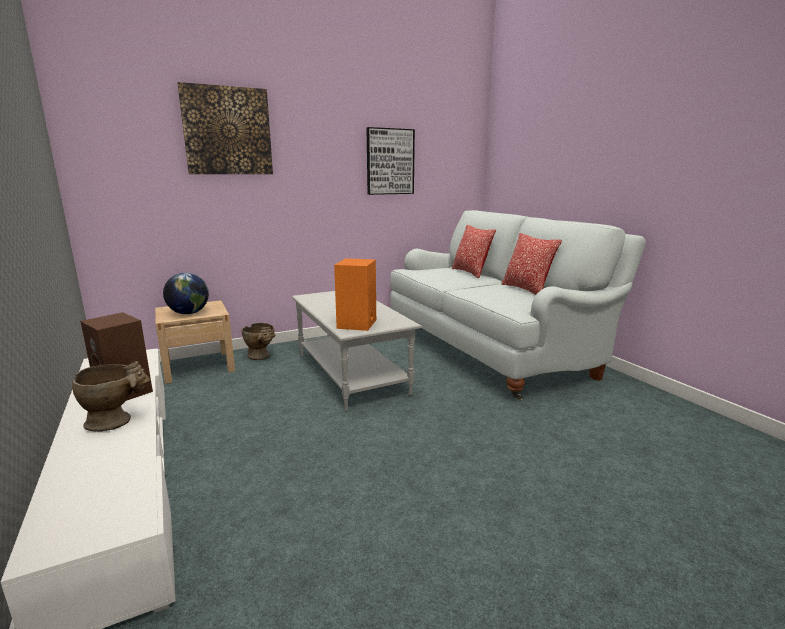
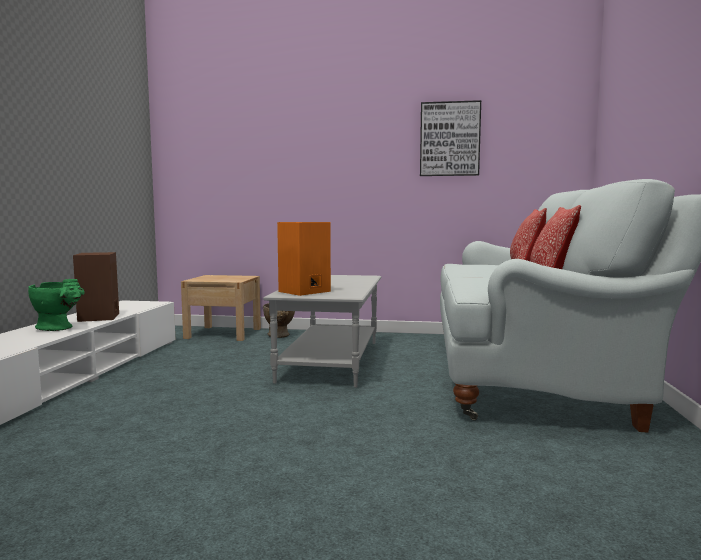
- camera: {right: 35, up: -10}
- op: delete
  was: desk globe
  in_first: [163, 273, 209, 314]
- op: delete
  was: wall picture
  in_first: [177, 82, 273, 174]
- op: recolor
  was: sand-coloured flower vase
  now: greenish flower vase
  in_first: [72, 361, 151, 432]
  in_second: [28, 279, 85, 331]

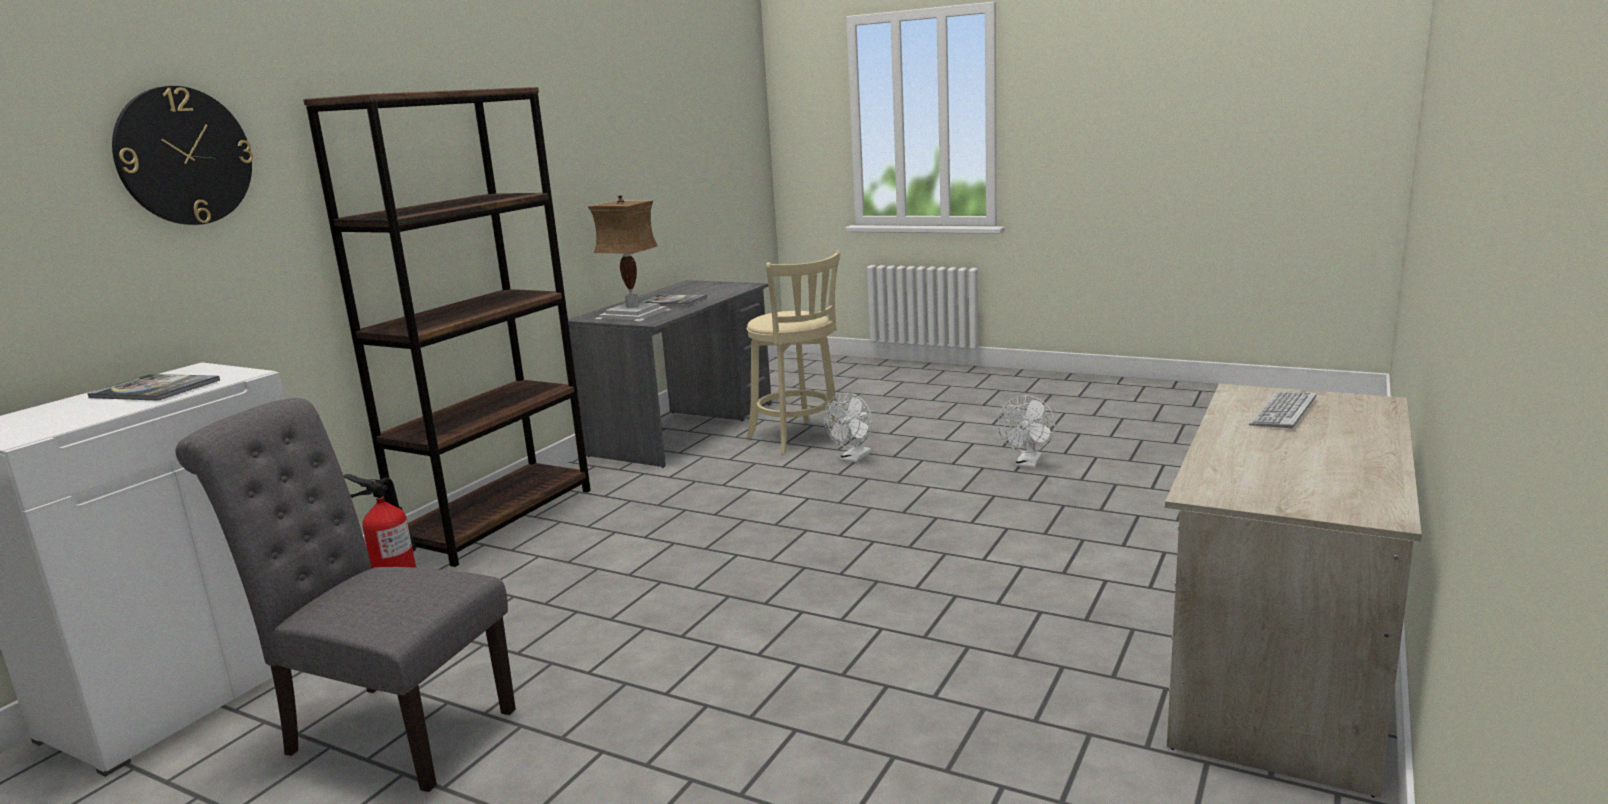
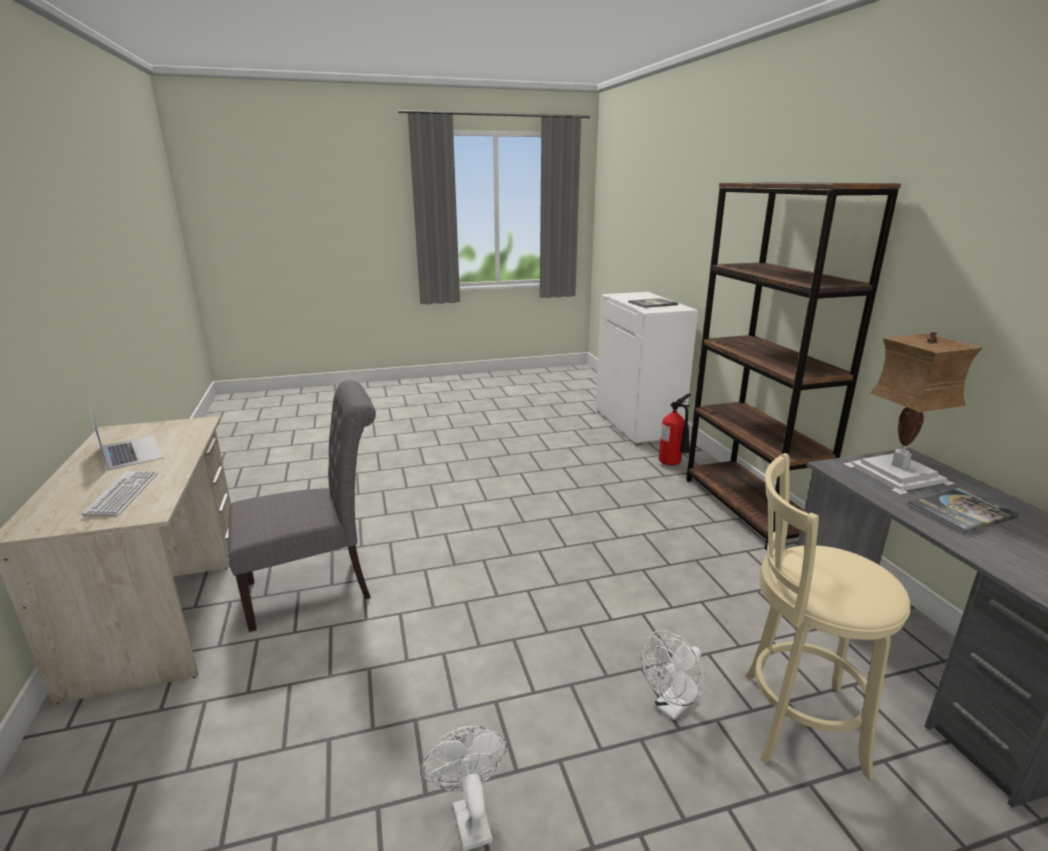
- camera: {right: 135, up: 5}
- op: delete
  was: clock on the wall
  in_first: [112, 86, 253, 225]
- op: insert
  now: notebook computer
  in_second: [90, 406, 164, 471]
- op: move
  was: grey chair
  in_first: [175, 398, 516, 792]
  in_second: [228, 380, 376, 632]
- op: rotate
  was: white-coloured fan
  in_first: [824, 393, 872, 463]
  in_second: [640, 631, 705, 720]
  clockwise: -120

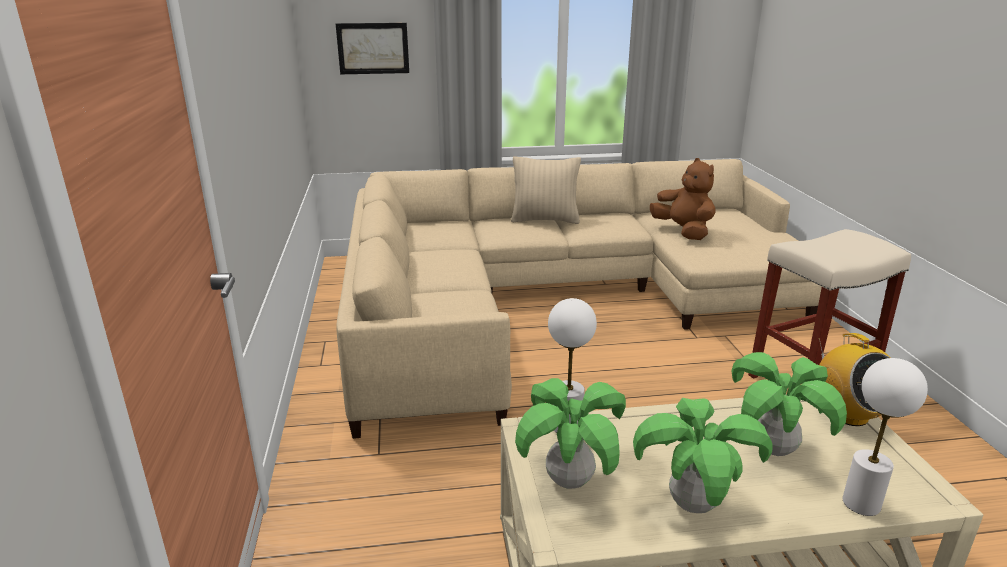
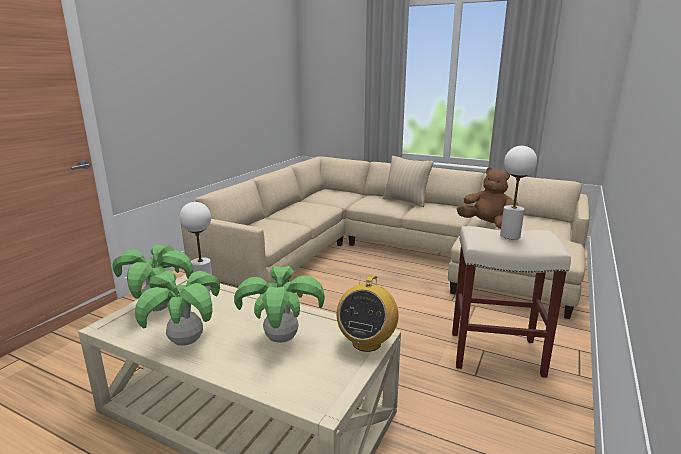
- camera: {right: 35, up: -5}
- op: delete
  was: wall picture
  in_first: [336, 23, 409, 74]
- op: move
  was: white-coloured table lamp
  in_first: [843, 358, 928, 516]
  in_second: [500, 146, 537, 239]
- op: rotate
  was: brownish plush toy
  in_first: [650, 158, 716, 240]
  in_second: [457, 167, 518, 229]
  clockwise: -60

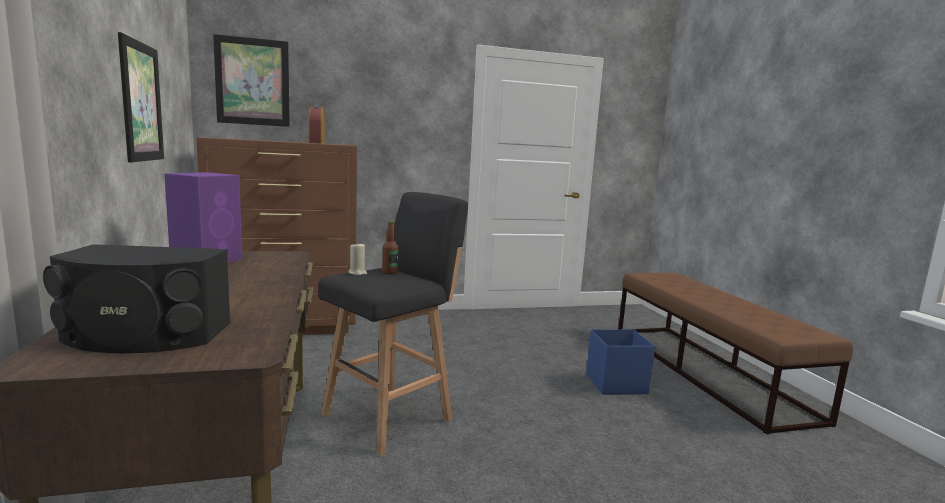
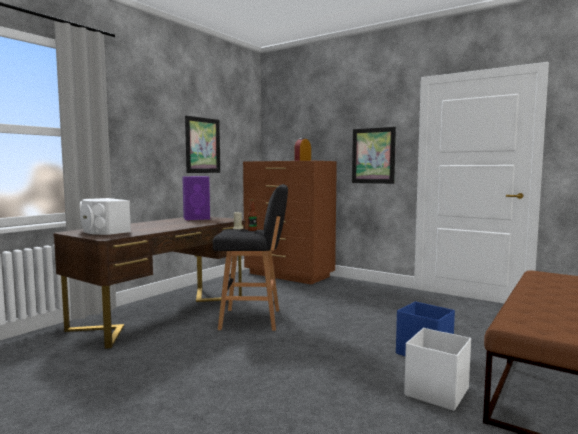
- camera: {right: 50, up: -5}
- op: insert
  now: white-coloured storage container
  in_second: [404, 328, 471, 411]
- op: move
  was: wall picture
  in_first: [213, 34, 290, 127]
  in_second: [352, 127, 396, 184]
- op: recolor
  was: blackish audio speaker
  now: white-coloured audio speaker
  in_first: [43, 244, 231, 353]
  in_second: [80, 198, 131, 235]

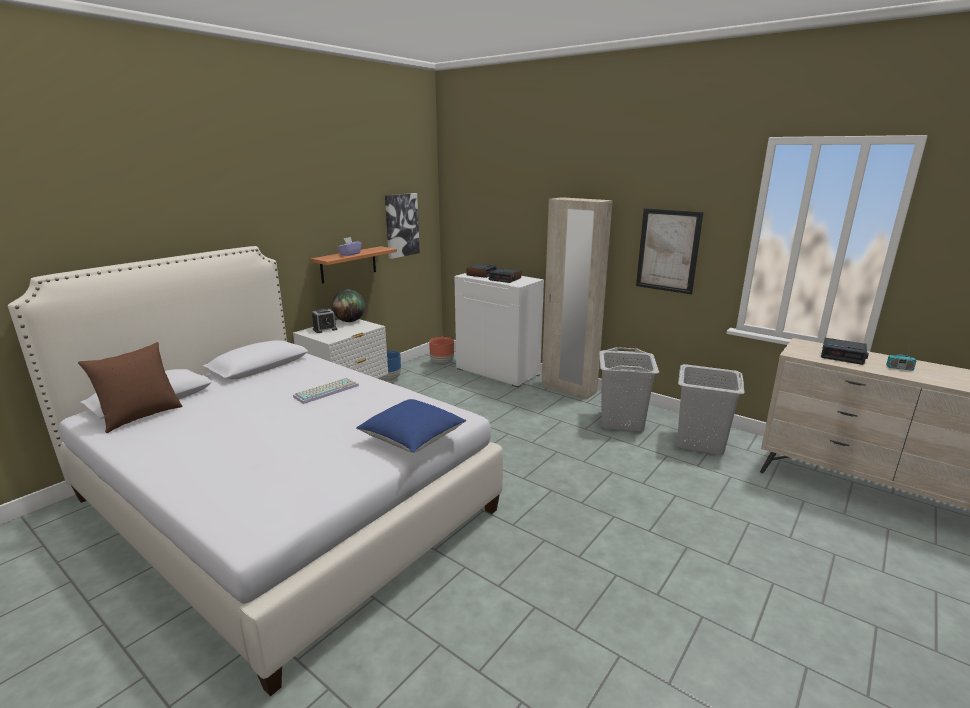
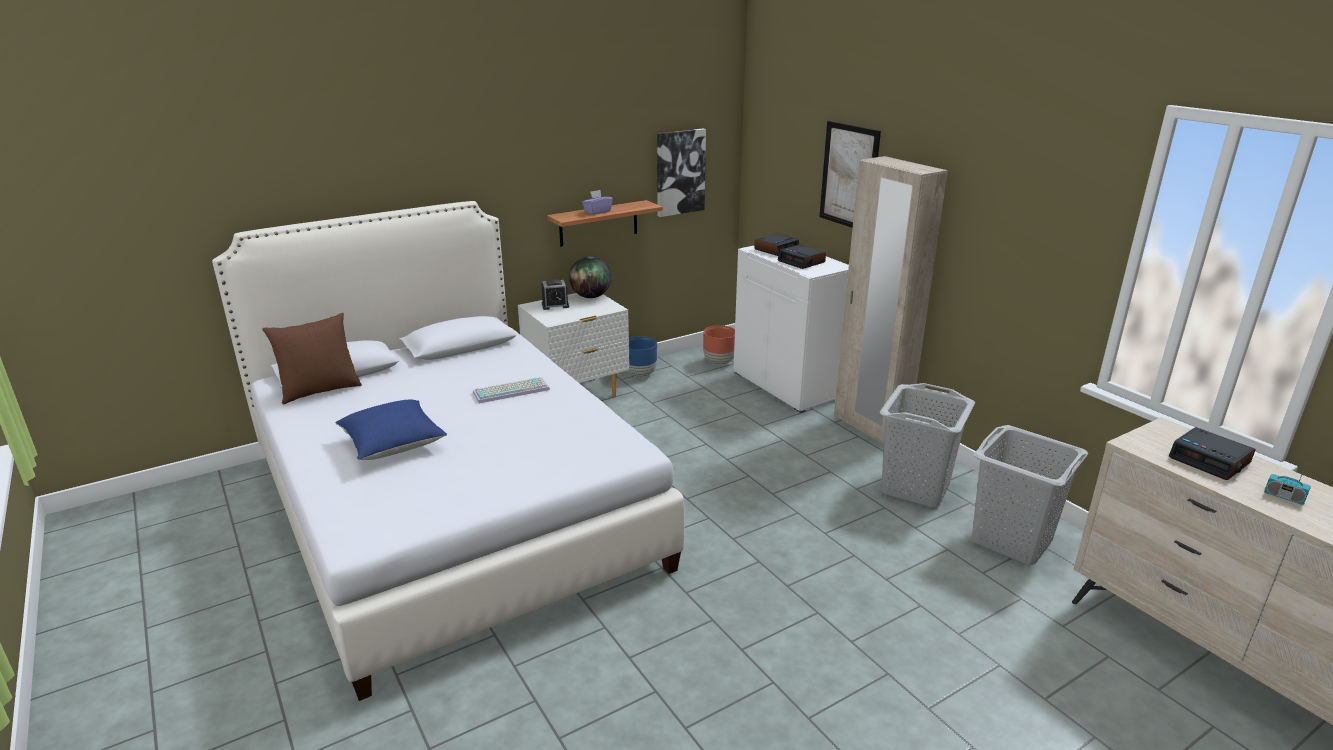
- camera: {right: 20, up: 5}
- op: move
  was: bluish throw pillow
  in_first: [356, 399, 466, 453]
  in_second: [336, 400, 447, 460]
- op: move
  was: wall picture
  in_first: [636, 208, 704, 294]
  in_second: [819, 121, 881, 228]

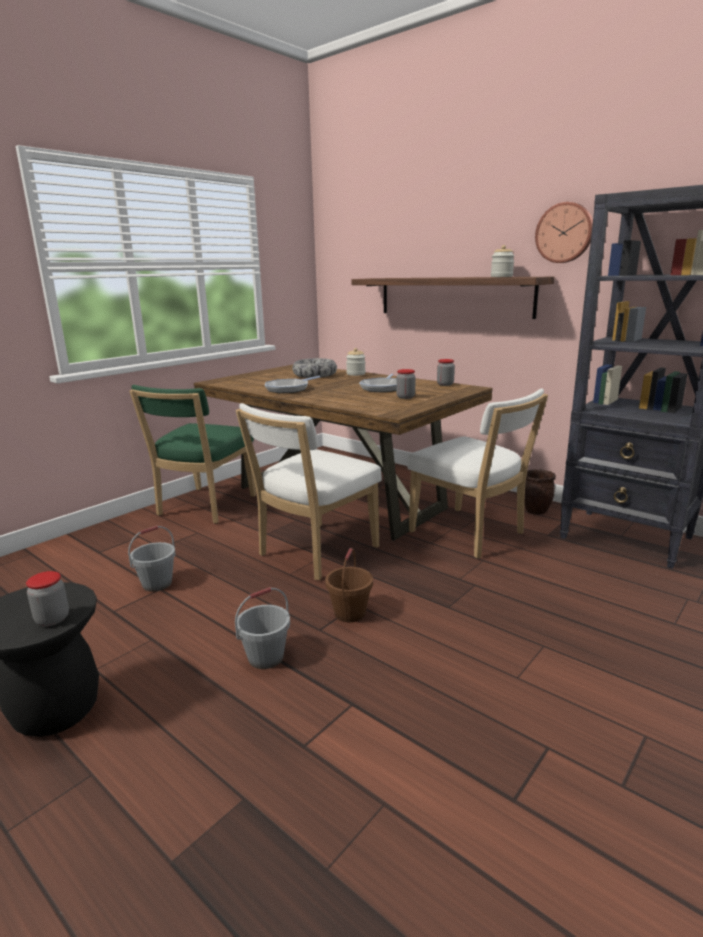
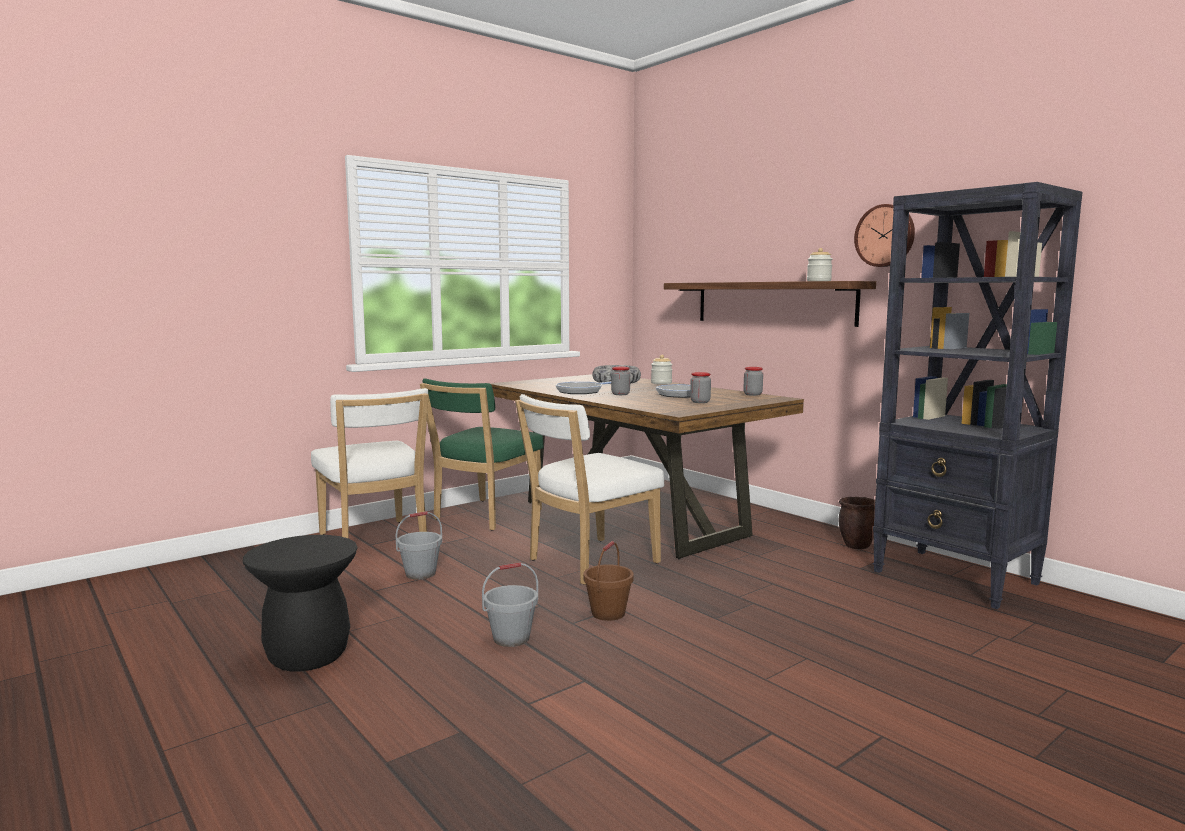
- camera: {right: 10, up: -10}
- op: move
  was: preserve jar
  in_first: [26, 571, 69, 626]
  in_second: [611, 367, 630, 395]
- op: move
  was: white-coloured chair
  in_first: [407, 389, 548, 558]
  in_second: [311, 388, 429, 539]

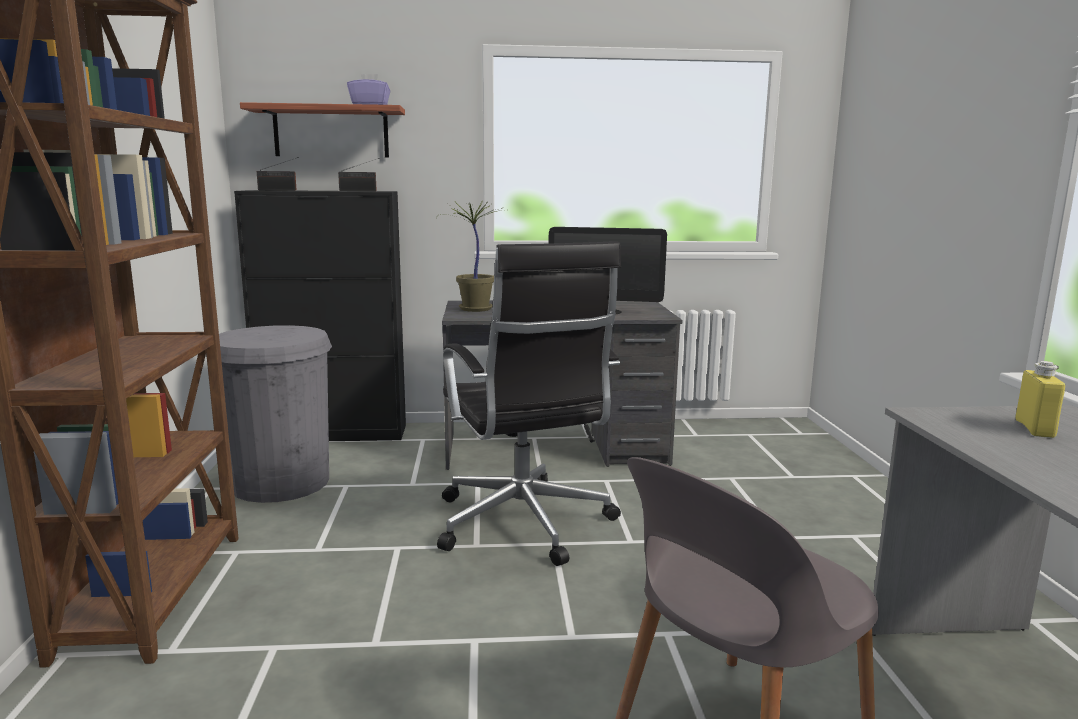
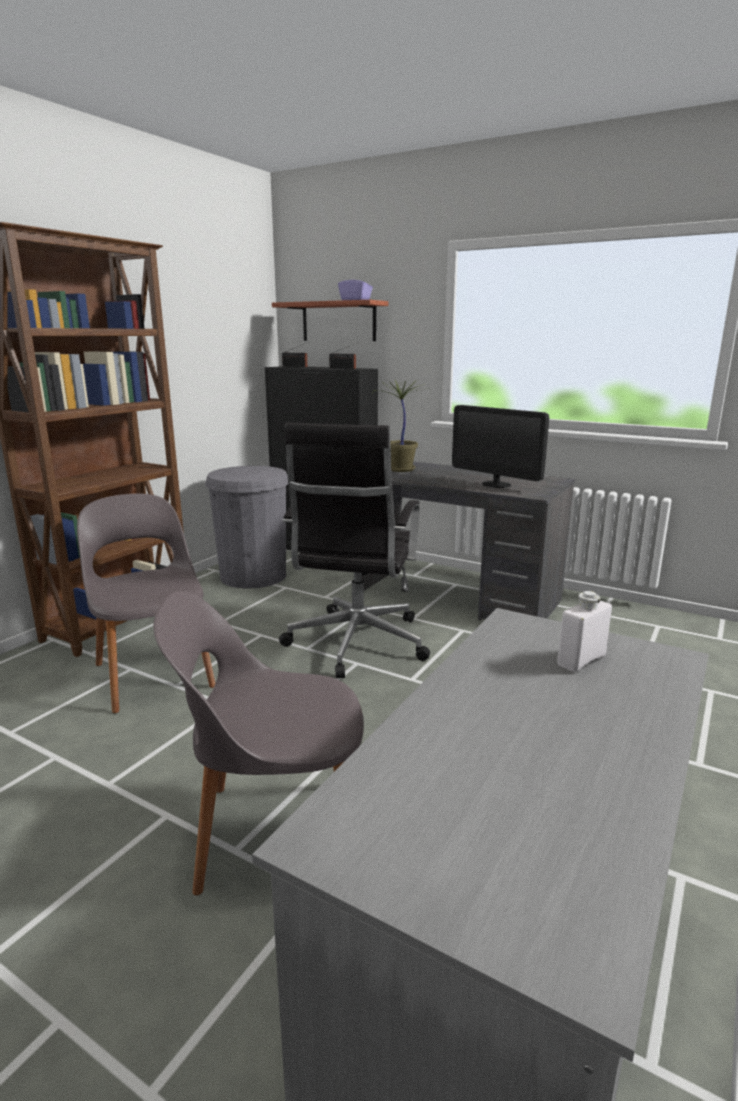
- camera: {right: 35, up: 5}
- op: insert
  now: grey chair
  in_second: [77, 493, 215, 713]
- op: recolor
  was: yellowish bottle
  now: white-coloured bottle
  in_first: [1015, 361, 1065, 438]
  in_second: [557, 591, 612, 672]

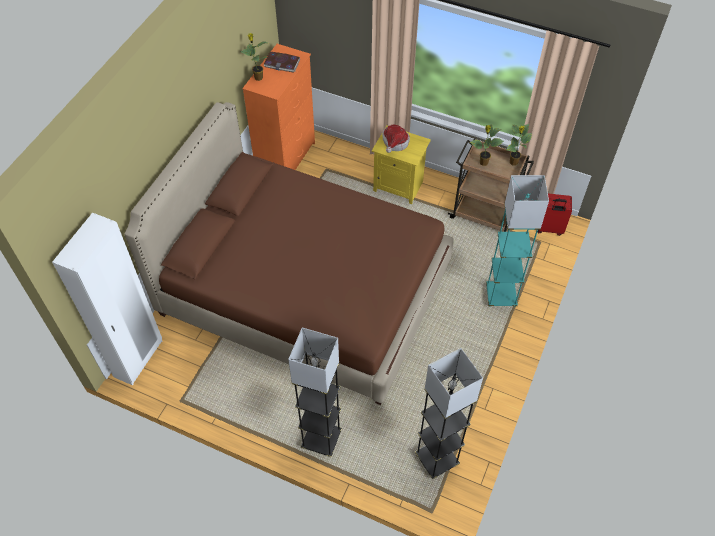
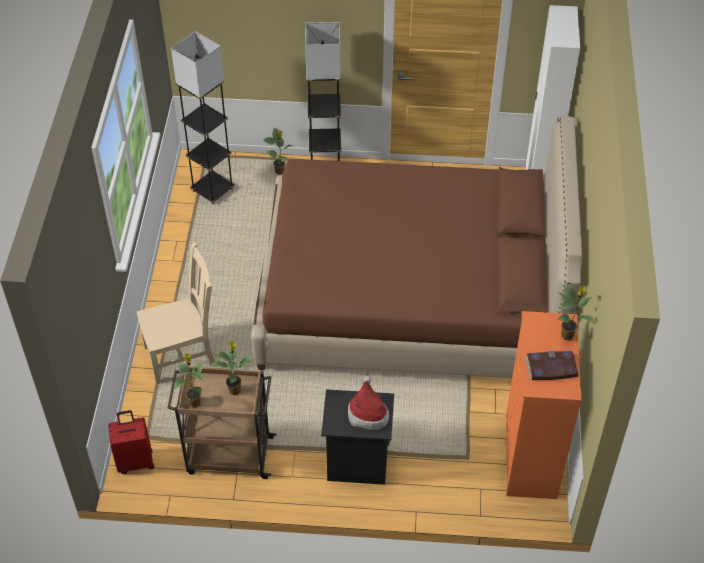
- camera: {right: 160, up: -5}
- op: insert
  now: houseplant
  in_second: [262, 127, 292, 175]
- op: replace
  was: turquoise standing lamp
  now: sand-coloured chair
  in_first: [486, 175, 549, 307]
  in_second: [137, 242, 218, 384]
- op: recolor
  was: yellowish bedside table
  now: blackish bedside table
  in_first: [372, 126, 431, 204]
  in_second: [321, 389, 394, 485]

